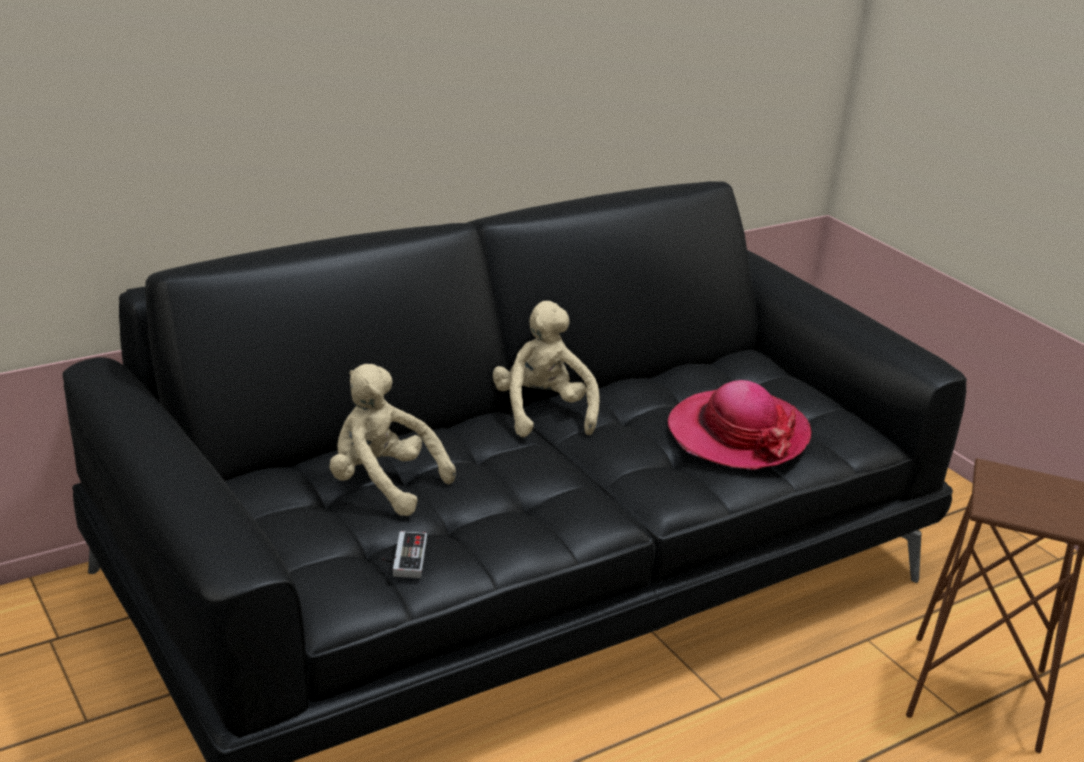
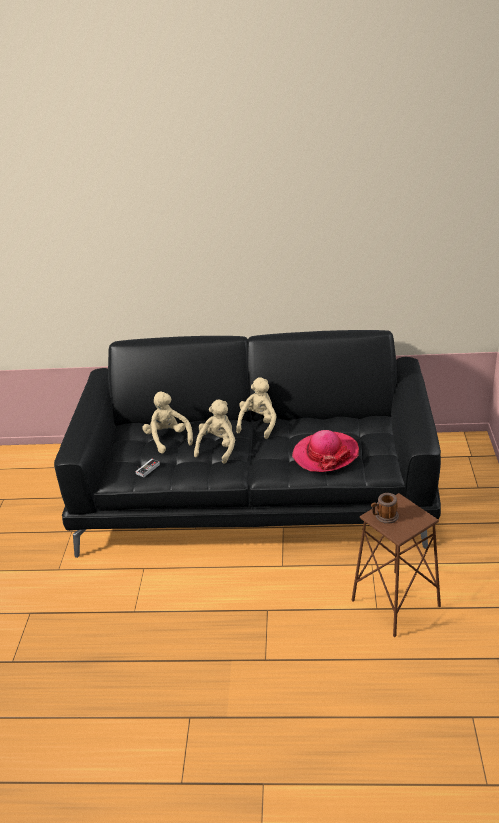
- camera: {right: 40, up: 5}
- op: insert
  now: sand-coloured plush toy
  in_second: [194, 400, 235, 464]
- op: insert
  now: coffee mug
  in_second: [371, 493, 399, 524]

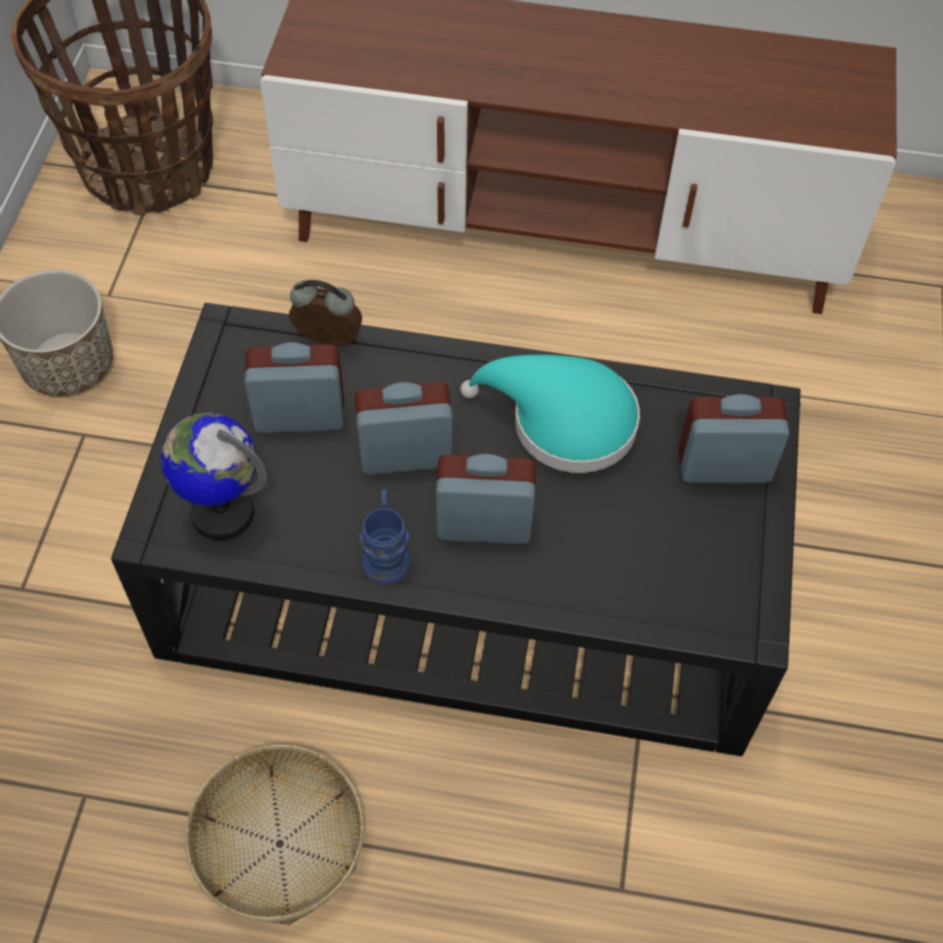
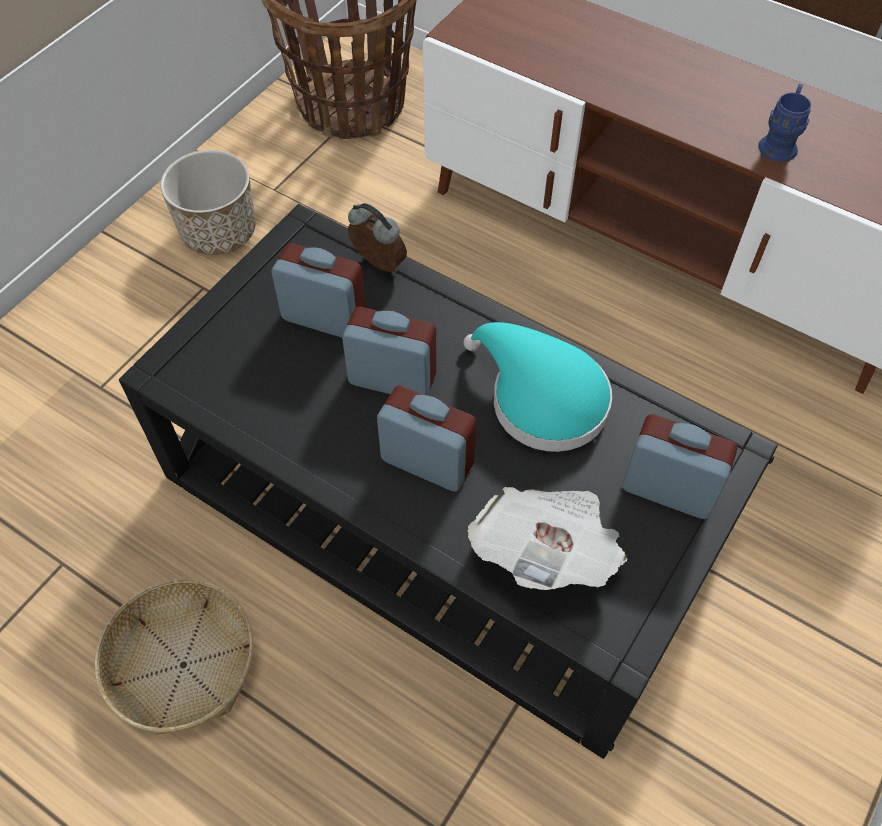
- camera: {right: 25, up: 0}
- op: delete
  was: desk globe
  in_first: [160, 413, 267, 540]
- op: insert
  now: daily paper
  in_second: [468, 487, 627, 590]
- op: move
  was: bluish coffee mug
  in_first: [360, 489, 411, 584]
  in_second: [758, 84, 811, 162]

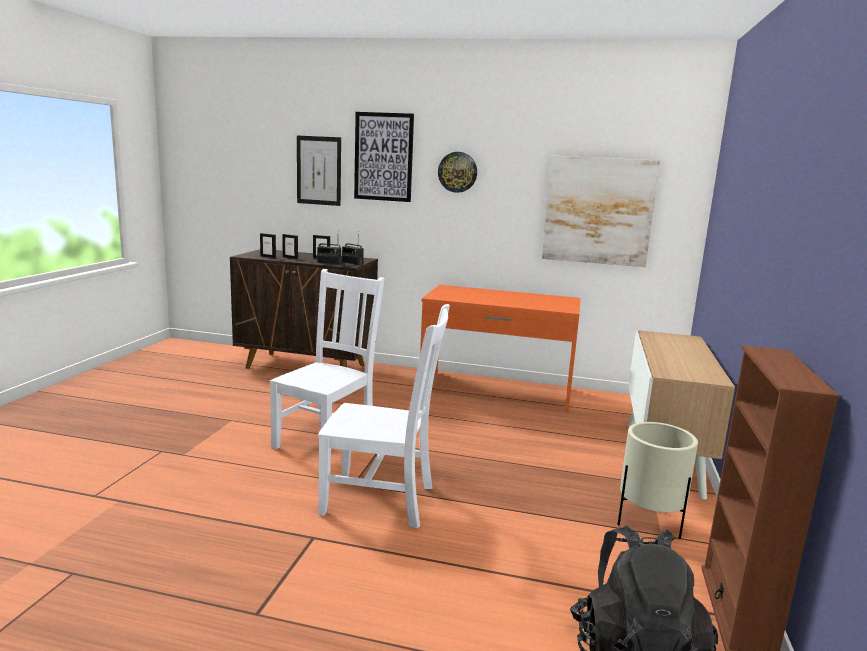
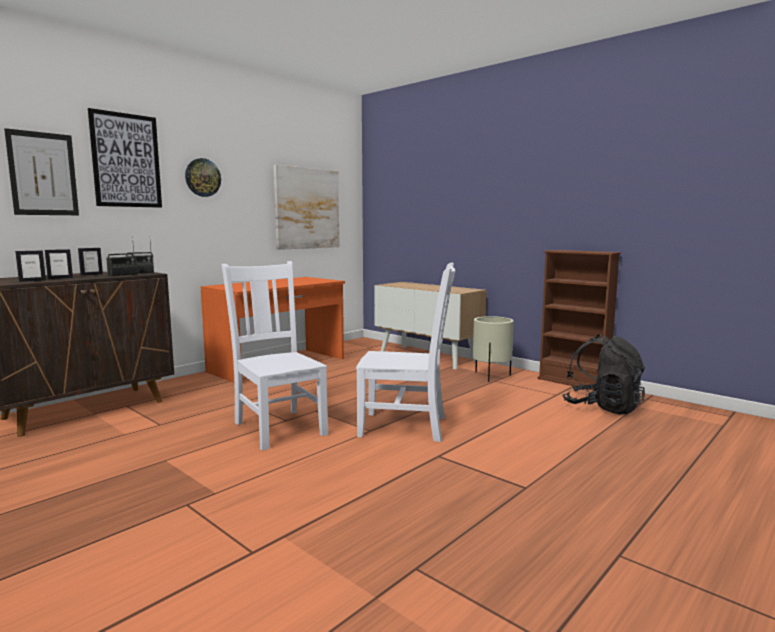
- camera: {right: -60, up: -5}
- op: rotate
  was: white-coloured chair
  in_first: [318, 304, 450, 529]
  in_second: [356, 263, 455, 442]
  clockwise: 60

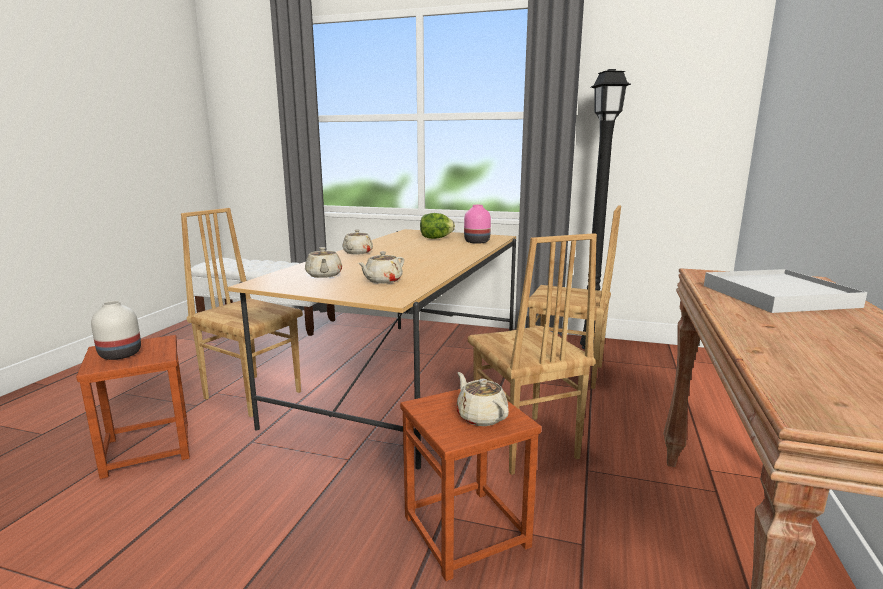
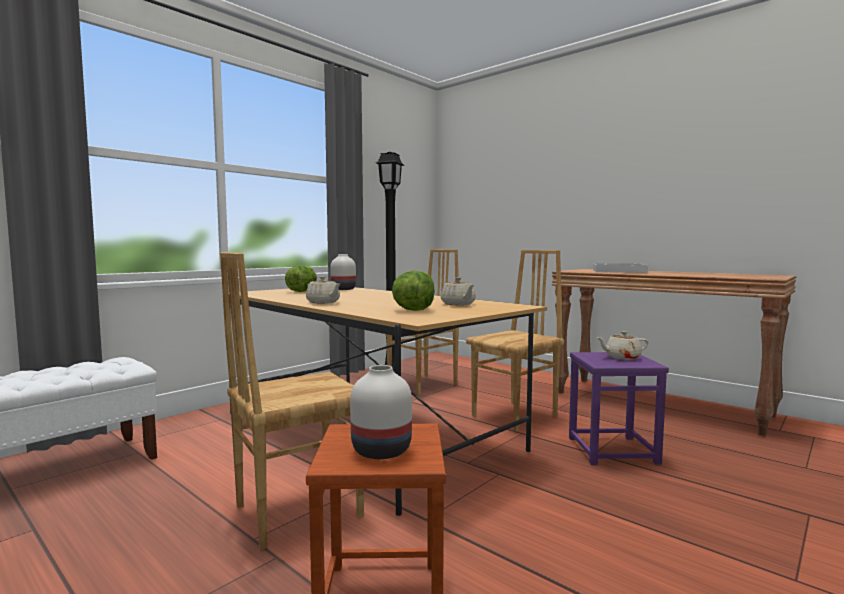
- camera: {right: -65, up: -10}
- op: replace
  was: sand-coloured tea pot
  now: lettuce
  in_first: [305, 247, 342, 278]
  in_second: [392, 271, 435, 311]
- op: recolor
  was: brownish stool seat
  now: purplish stool seat
  in_first: [400, 389, 541, 581]
  in_second: [569, 352, 669, 465]
- op: recolor
  was: pinkish flower vase
  now: white-coloured flower vase
  in_first: [464, 205, 491, 244]
  in_second: [330, 254, 356, 290]
- op: rotate
  was: brownish chair
  in_first: [468, 233, 597, 475]
  in_second: [466, 250, 564, 432]
  clockwise: -45

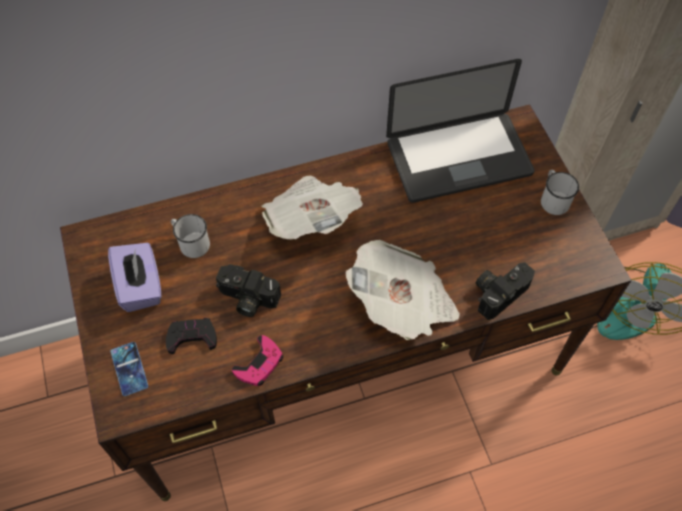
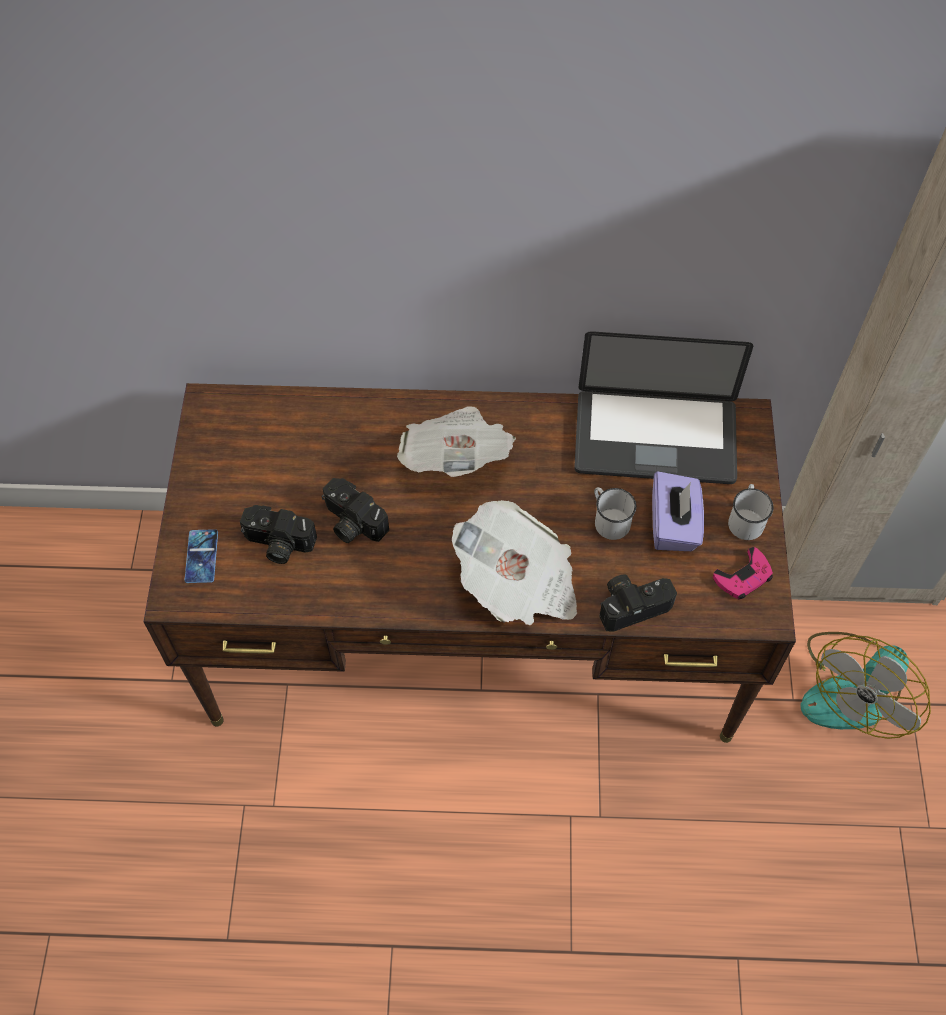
- camera: {right: 20, up: 0}
- op: move
  was: purplish tissue box
  in_first: [108, 243, 162, 312]
  in_second: [652, 471, 704, 551]
- op: move
  was: white-coloured coffee mug
  in_first: [171, 214, 210, 258]
  in_second: [594, 487, 636, 540]
- op: move
  was: pinkish game controller
  in_first: [232, 335, 283, 386]
  in_second: [713, 547, 773, 599]
- op: replace
  was: blackish game controller
  now: still camera
  in_first: [166, 318, 217, 354]
  in_second: [240, 505, 317, 564]

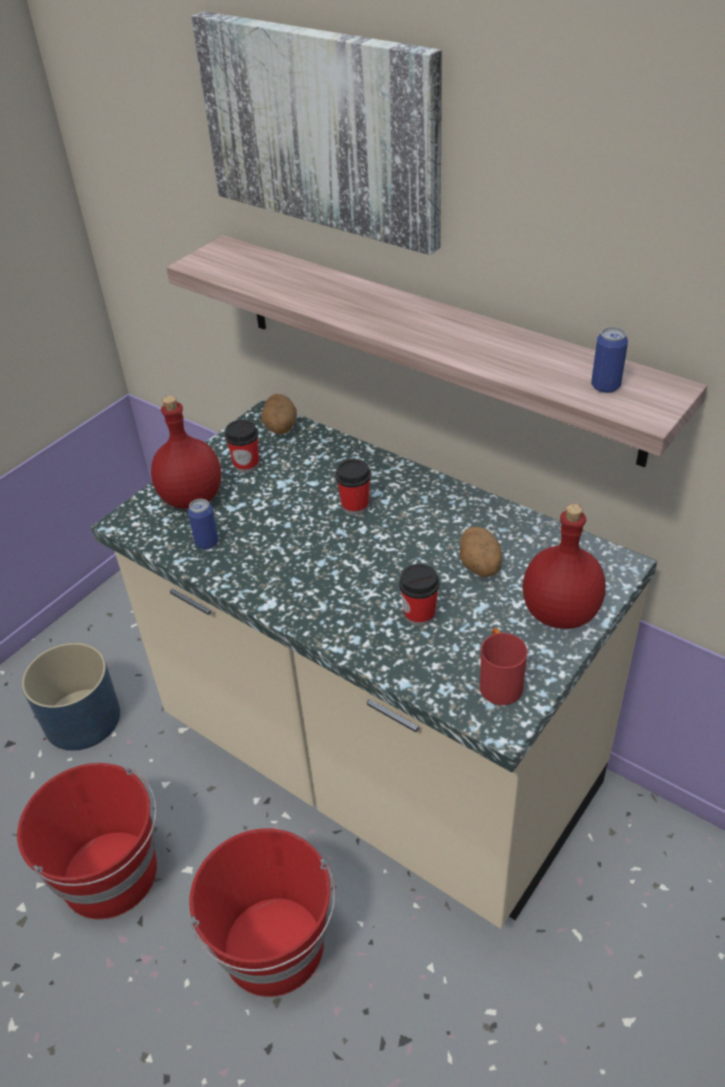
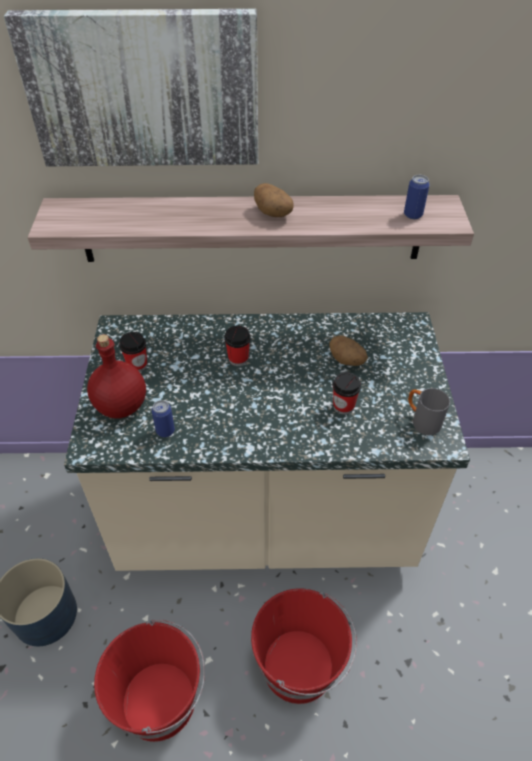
- camera: {right: -40, up: 5}
- op: delete
  was: red bottle
  in_first: [523, 504, 606, 629]
- op: move
  was: potato
  in_first: [261, 394, 297, 434]
  in_second: [254, 183, 294, 217]
- op: recolor
  was: red coffee mug
  now: grey coffee mug
  in_first: [480, 628, 527, 705]
  in_second: [408, 388, 450, 435]

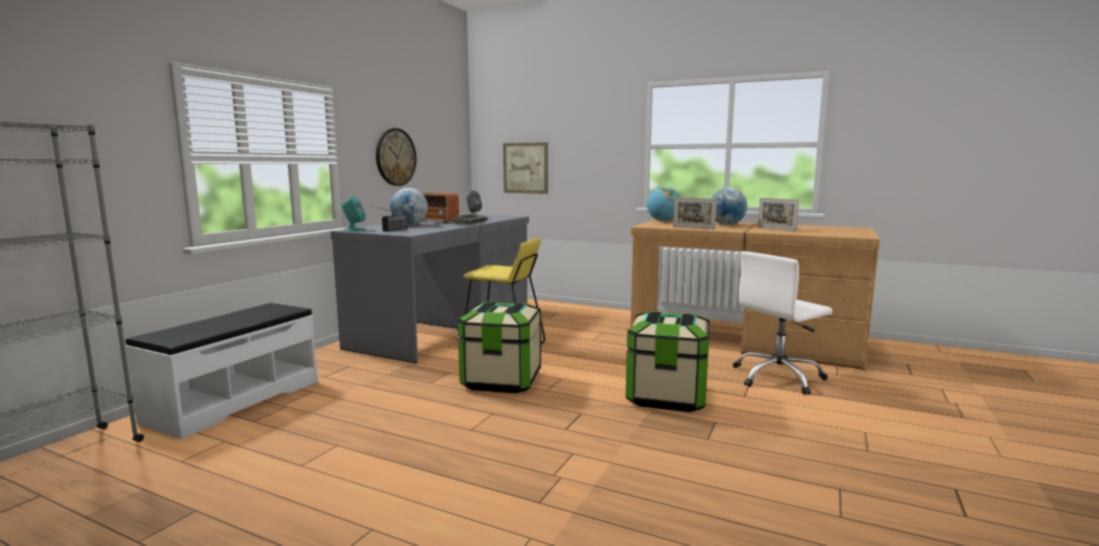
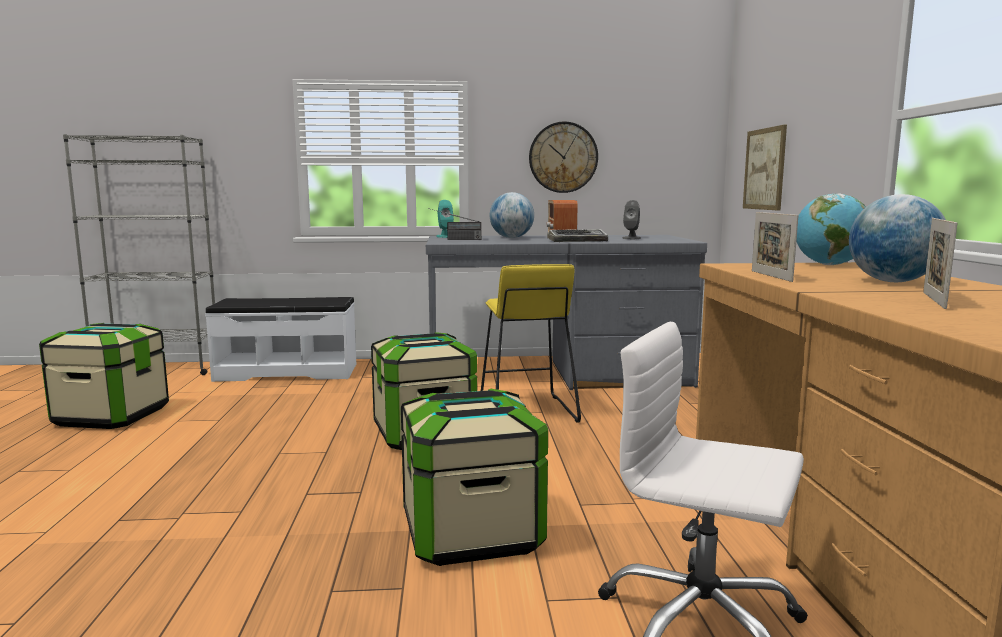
- camera: {right: 60, up: 0}
- op: insert
  now: storage container
  in_second: [39, 323, 169, 429]

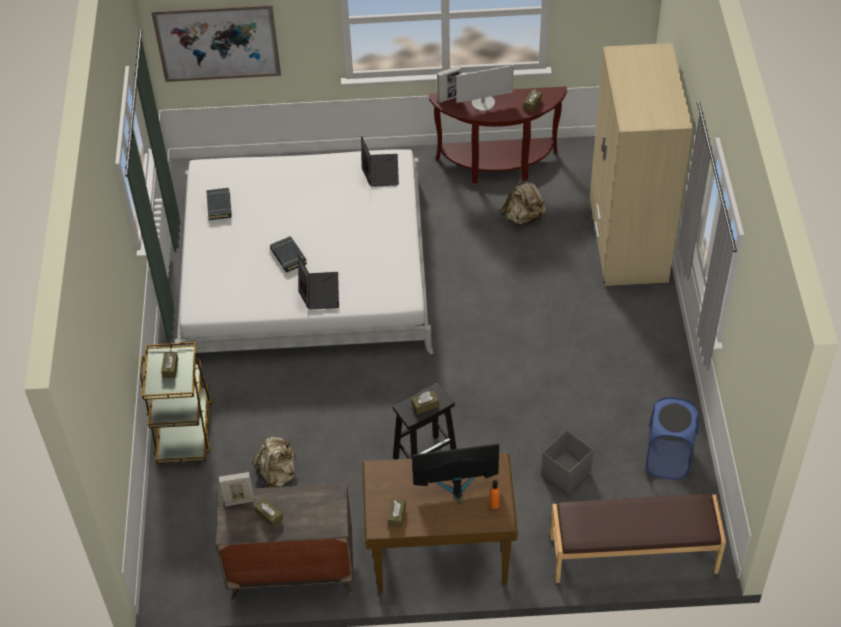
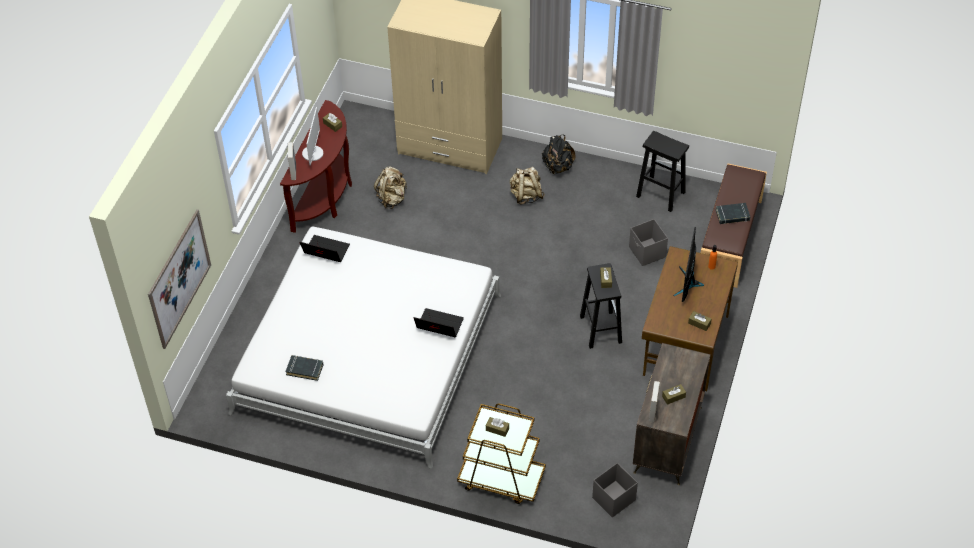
- camera: {right: -70, up: 0}
- op: insert
  now: blackish knapsack
  in_second: [542, 135, 575, 174]
- op: insert
  now: grey storage container
  in_second: [592, 463, 638, 518]
- op: move
  was: sand-coloured knapsack
  in_first: [252, 437, 296, 488]
  in_second: [510, 167, 545, 205]
- op: move
  was: blackish bound book
  in_first: [270, 236, 307, 272]
  in_second: [716, 203, 750, 224]
- op: replace
  was: bluish laundry basket
  now: blackish stool seat
  in_first: [645, 397, 699, 480]
  in_second: [636, 131, 689, 212]

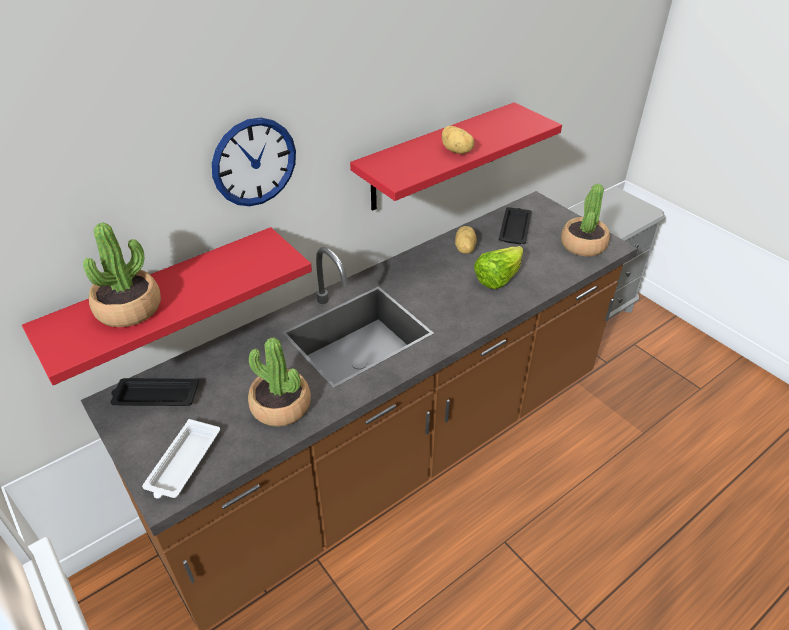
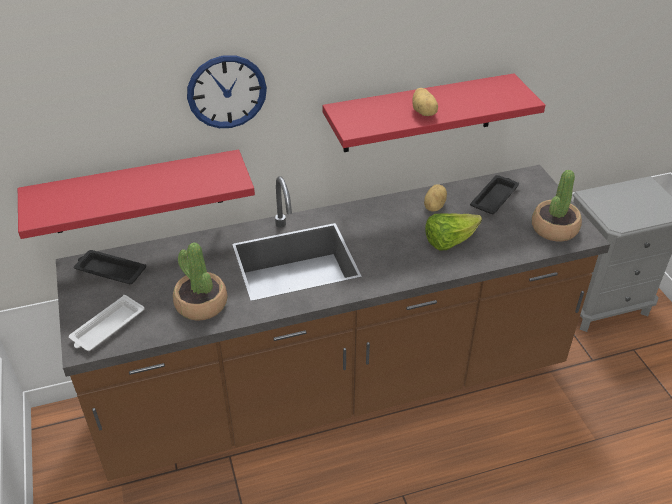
- camera: {right: 20, up: 0}
- op: delete
  was: houseplant
  in_first: [83, 223, 161, 327]

